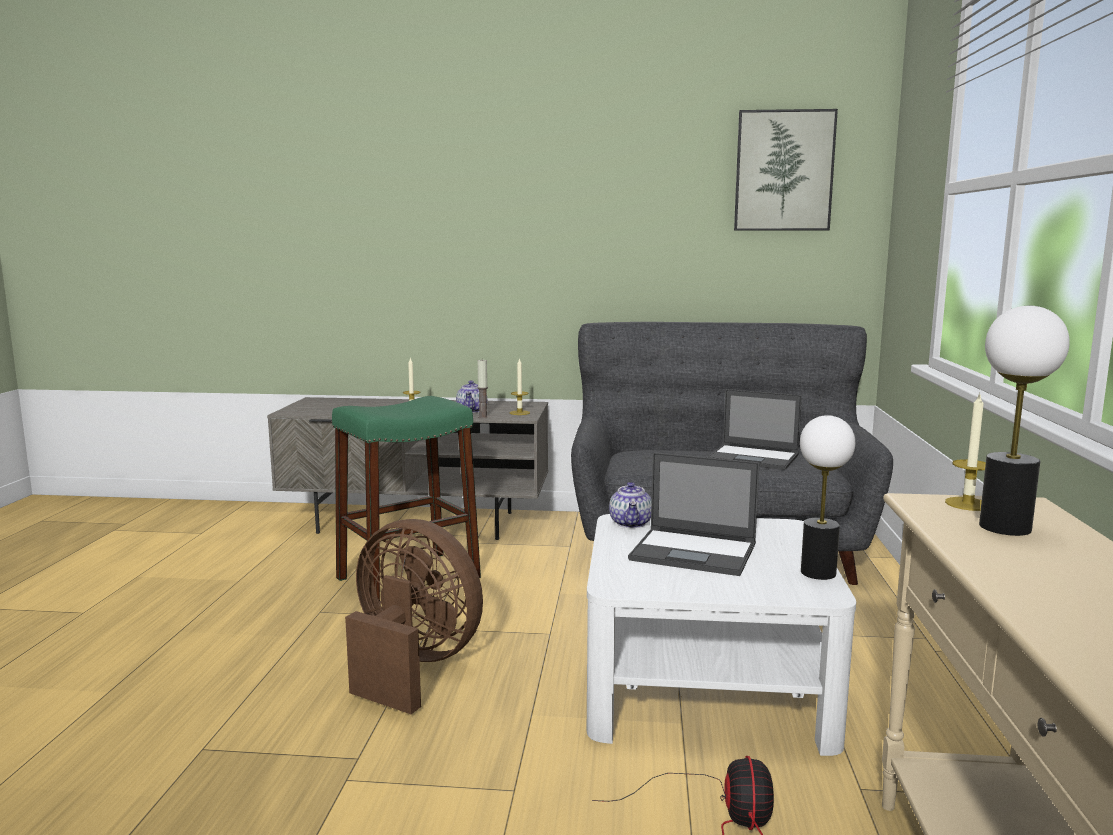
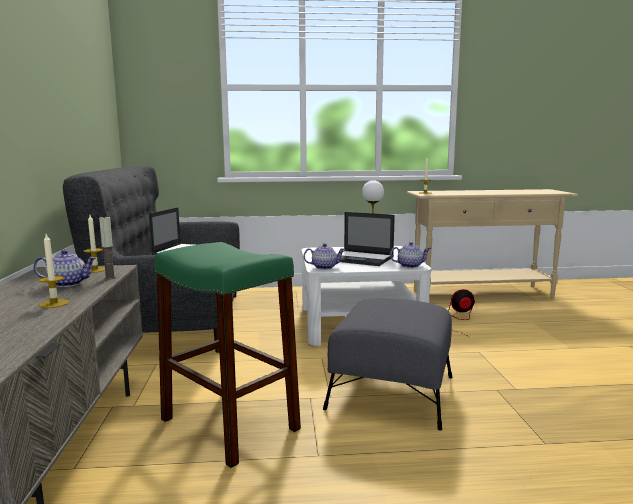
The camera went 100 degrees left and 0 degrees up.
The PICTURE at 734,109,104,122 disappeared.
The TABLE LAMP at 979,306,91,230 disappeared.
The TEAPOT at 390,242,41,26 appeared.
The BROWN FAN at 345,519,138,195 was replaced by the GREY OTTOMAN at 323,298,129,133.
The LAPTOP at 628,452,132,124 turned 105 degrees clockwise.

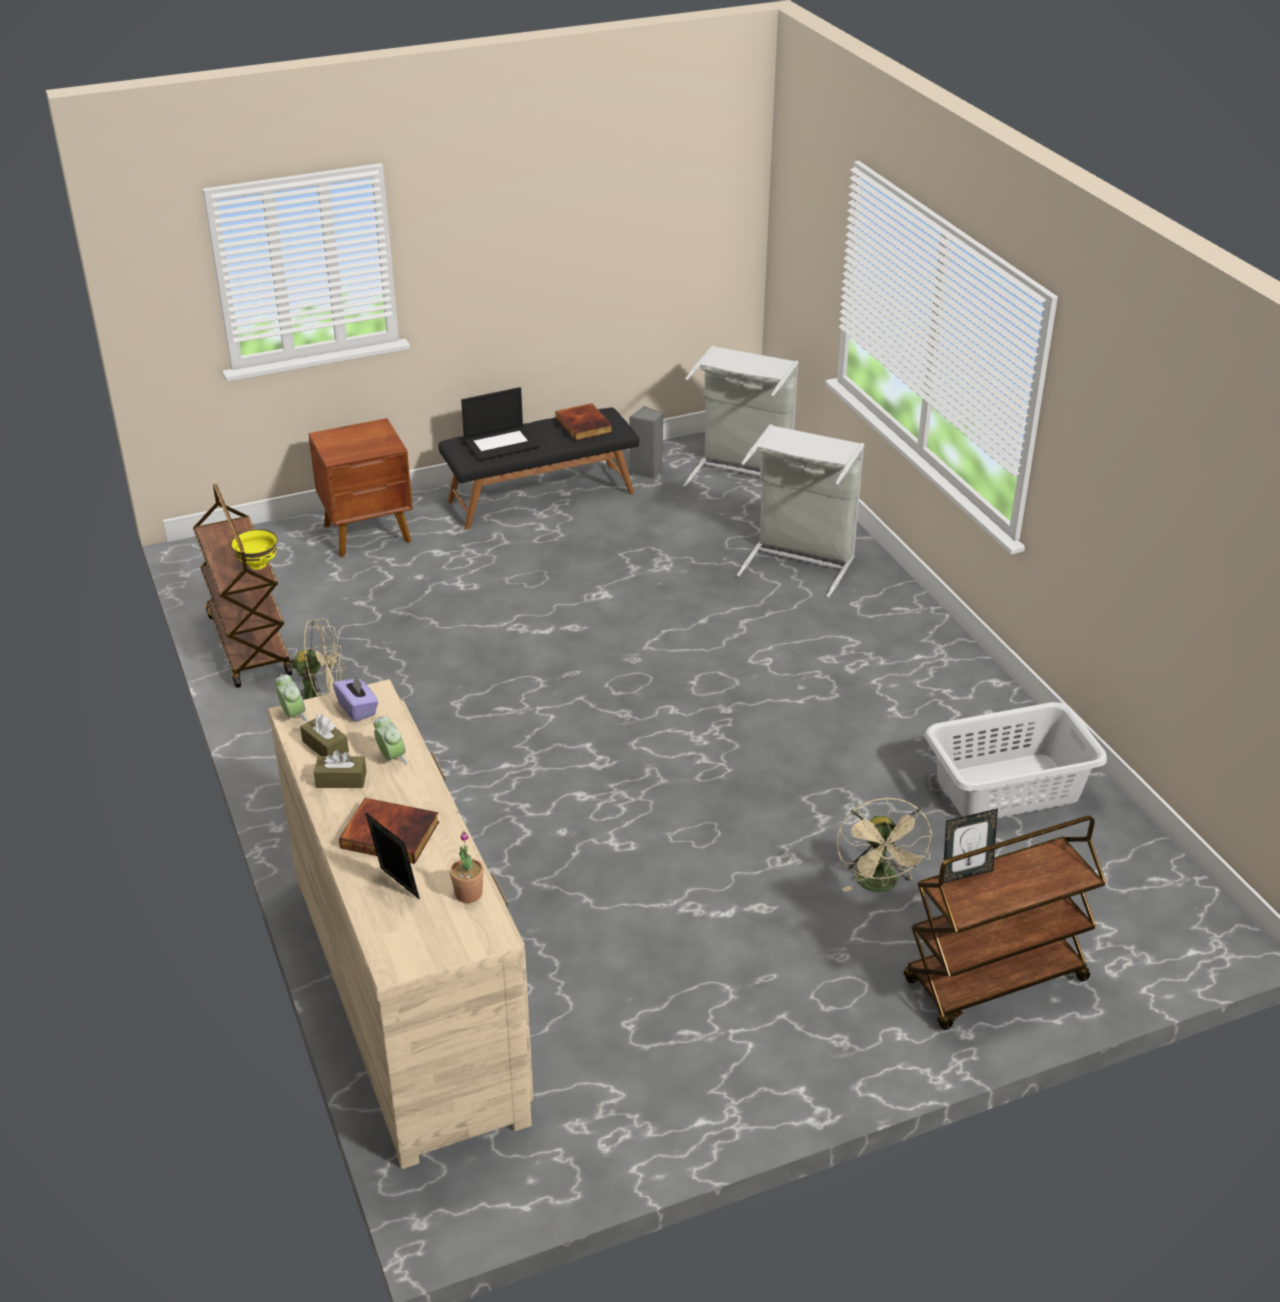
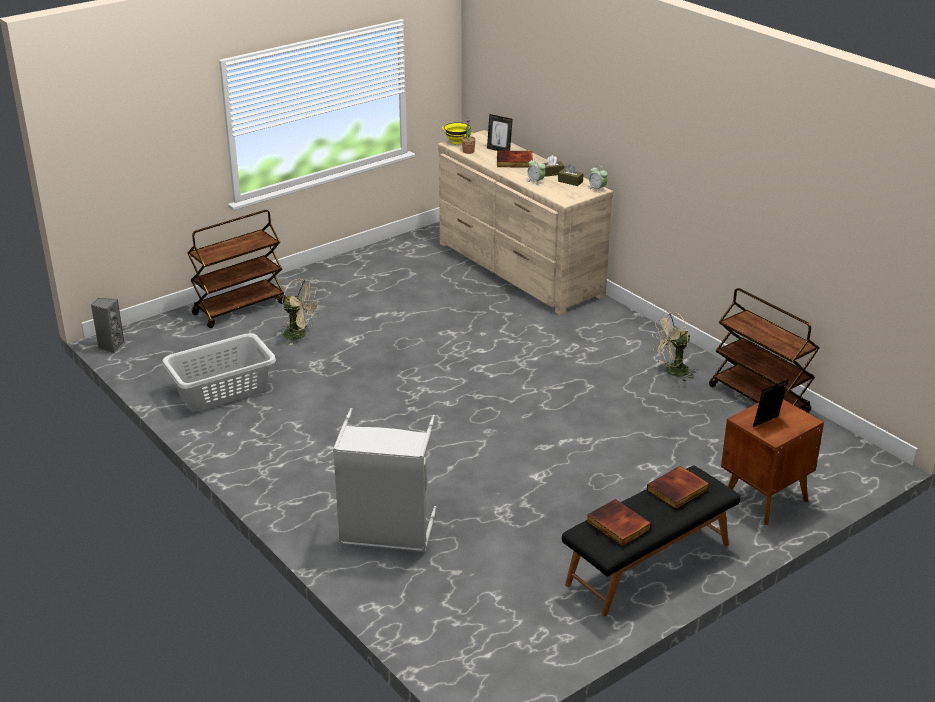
The camera went 165 degrees right and 5 degrees down.
The PURPLE TISSUE BOX at 333,674,46,48 disappeared.
The GREY LAUNDRY BASKET at 683,345,116,142 disappeared.
The YELLOW BOWL moved from 231,529,46,41 to 442,122,31,22.
The GREY SPEAKER moved from 629,406,34,73 to 91,298,34,55.
The PICTURE FRAME moved from 943,808,55,75 to 753,379,36,48.
The LAPTOP at 461,387,78,74 was replaced by the BOOK at 647,466,62,43.
The BEIGE FAN at 836,798,97,94 turned 135 degrees clockwise.

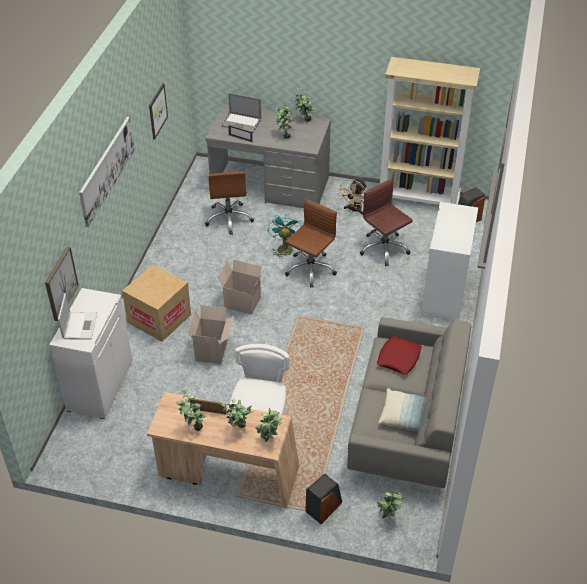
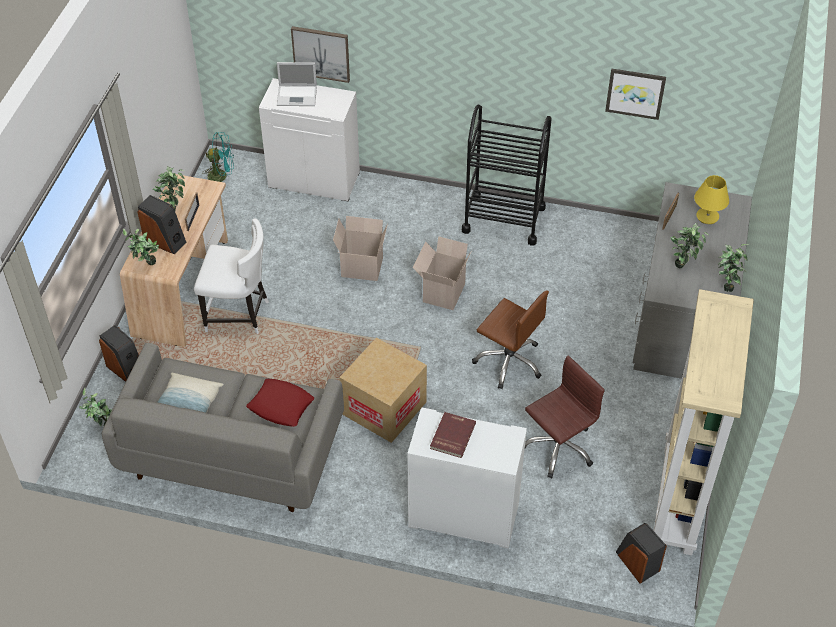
The camera went 90 degrees right and 5 degrees up.
The PICTURE at 79,117,56,110 disappeared.
The BROWN OFFICE CHAIR at 205,172,49,63 disappeared.
The BEIGE FAN at 338,178,29,37 disappeared.
The RED BOOK at 430,412,46,46 appeared.
The BLACK CART at 462,105,90,141 appeared.
The CARDBOARD BOX moved from 122,265,69,77 to 339,338,88,105.
The TURQUOISE FAN moved from 268,215,34,44 to 202,132,32,50.
The POTTED PLANT at 220,398,33,30 was replaced by the SPEAKER at 138,195,49,60.
The LAPTOP at 221,93,40,40 was replaced by the YELLOW TABLE LAMP at 694,175,35,49.

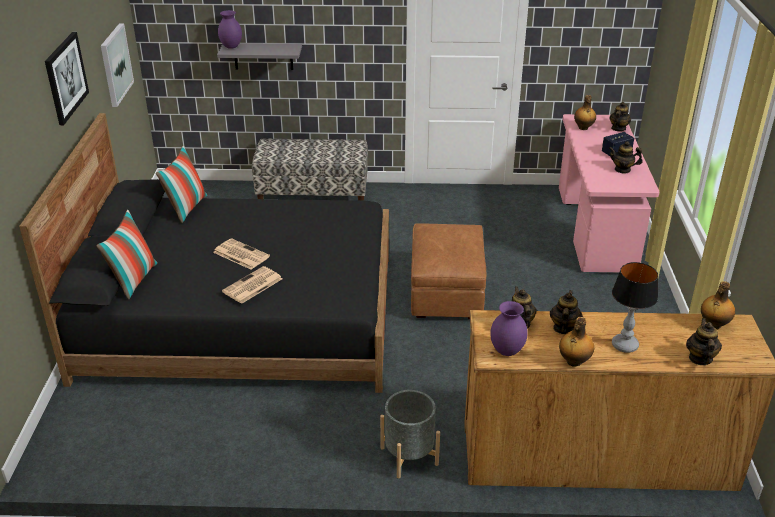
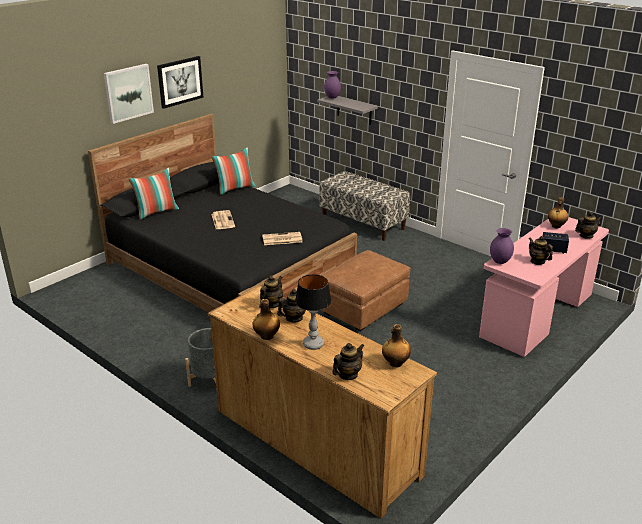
The camera went 40 degrees right and 5 degrees down.
The PICTURE moved from 101,23,33,84 to 104,64,50,60.
The NEWSPAPER moved from 222,266,60,38 to 262,232,40,13.
The PURPLE VASE moved from 490,301,38,55 to 490,228,24,36.

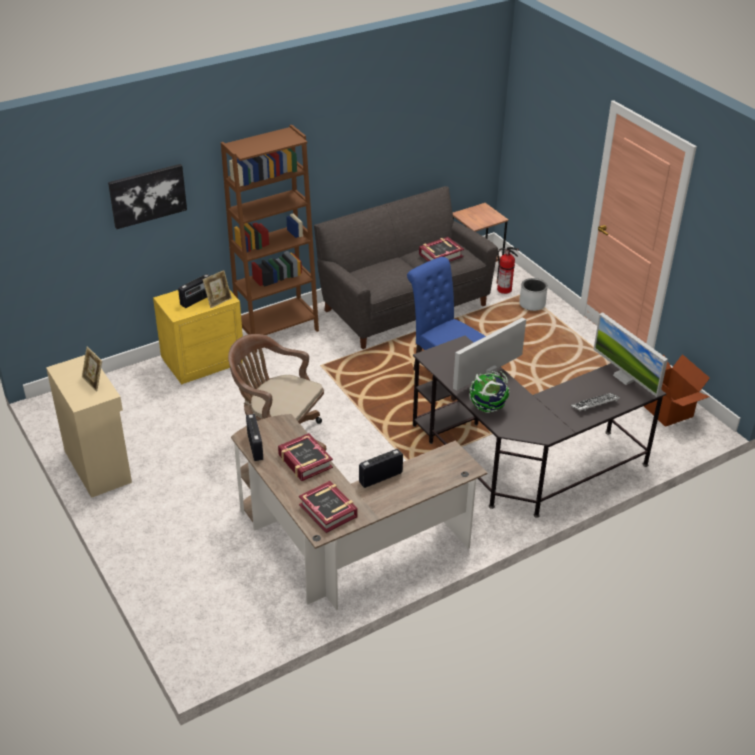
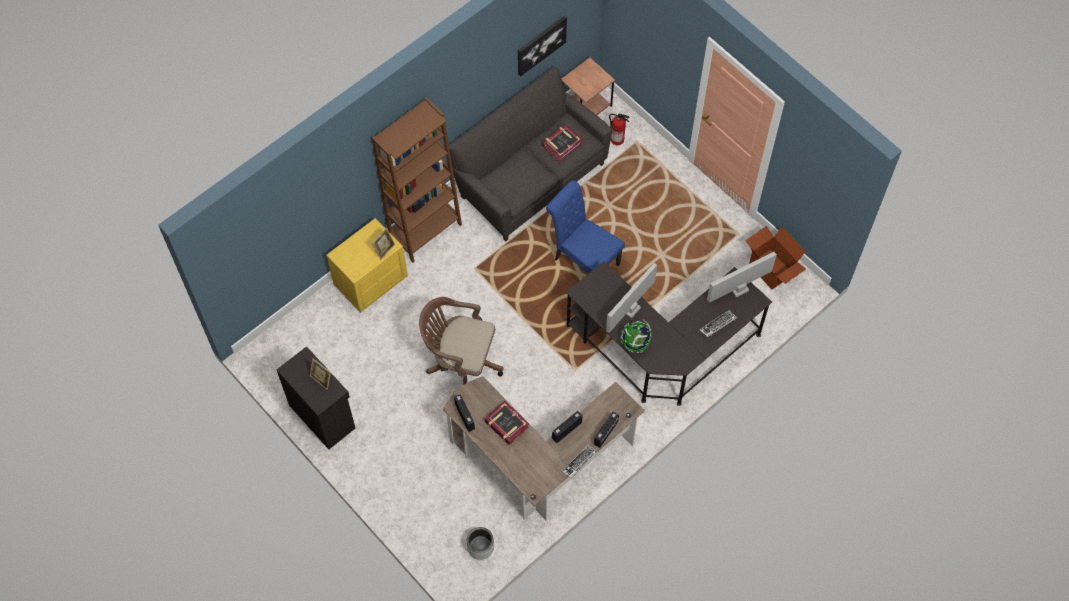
The camera went 10 degrees left and 25 degrees up.
The BOOK at 299,481,59,52 disappeared.
The KEYBOARD at 562,445,36,33 appeared.
The PICTURE moved from 108,164,79,65 to 518,16,49,60.
The RADIO moved from 178,274,32,34 to 594,411,25,37.
The GREY PLANTER moved from 519,278,29,33 to 467,527,27,33.
The BEIGE CABINET at 46,355,86,143 became the BLACK CABINET at 277,346,78,103.
The MONITOR at 593,312,75,85 turned 105 degrees clockwise.

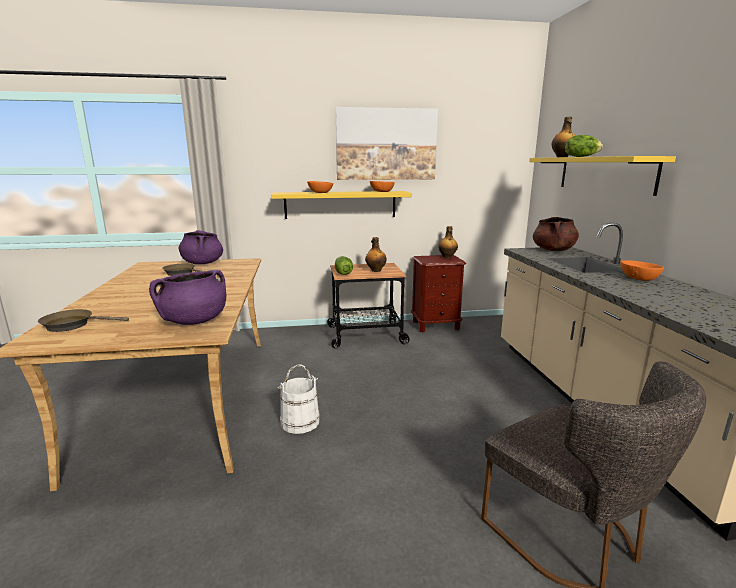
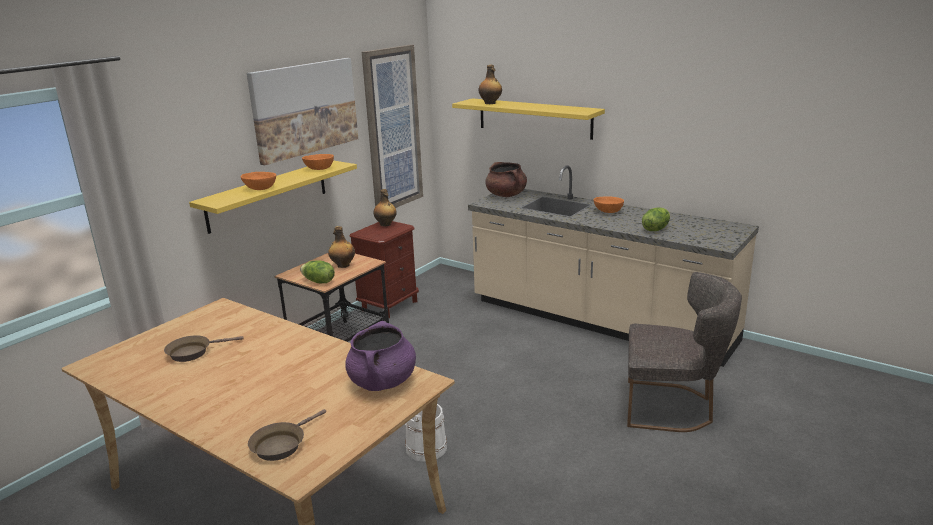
The camera went 45 degrees left and 5 degrees up.
The PURPLE COOKING POT at 178,230,45,34 disappeared.
The PICTURE at 362,45,61,163 appeared.
The LETTUCE moved from 565,135,38,22 to 642,207,28,24.

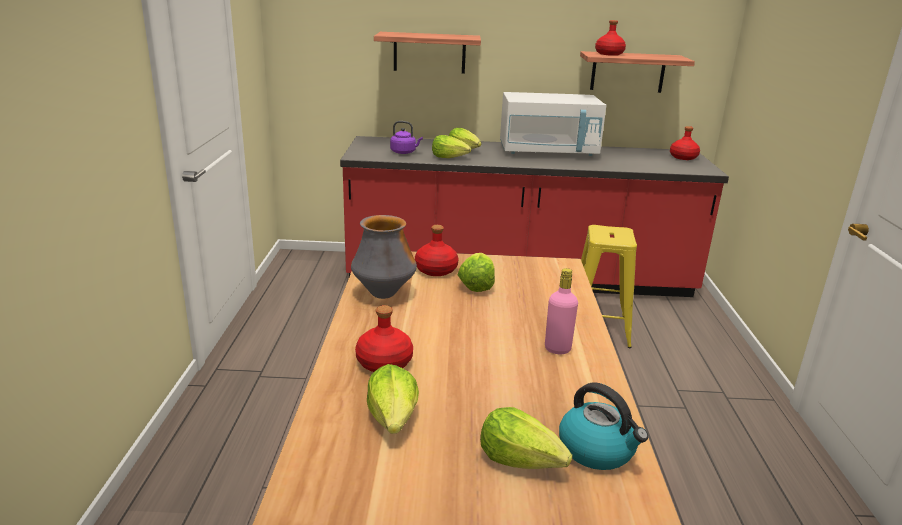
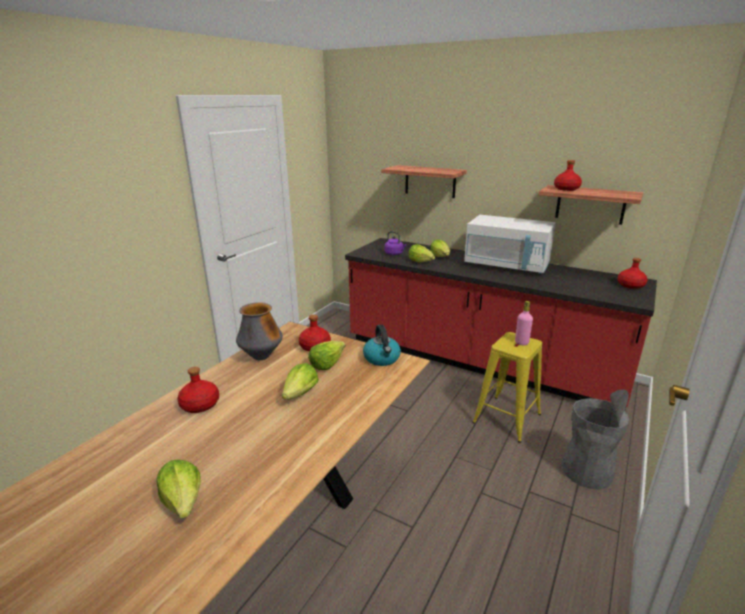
The camera went 30 degrees right and 0 degrees up.
The GREY TRASH CAN at 562,389,67,100 appeared.
The LETTUCE moved from 367,364,52,70 to 282,363,37,37.
The PINK BOTTLE moved from 545,268,33,86 to 515,301,18,44.
The KETTLE moved from 559,382,89,88 to 363,325,38,41.

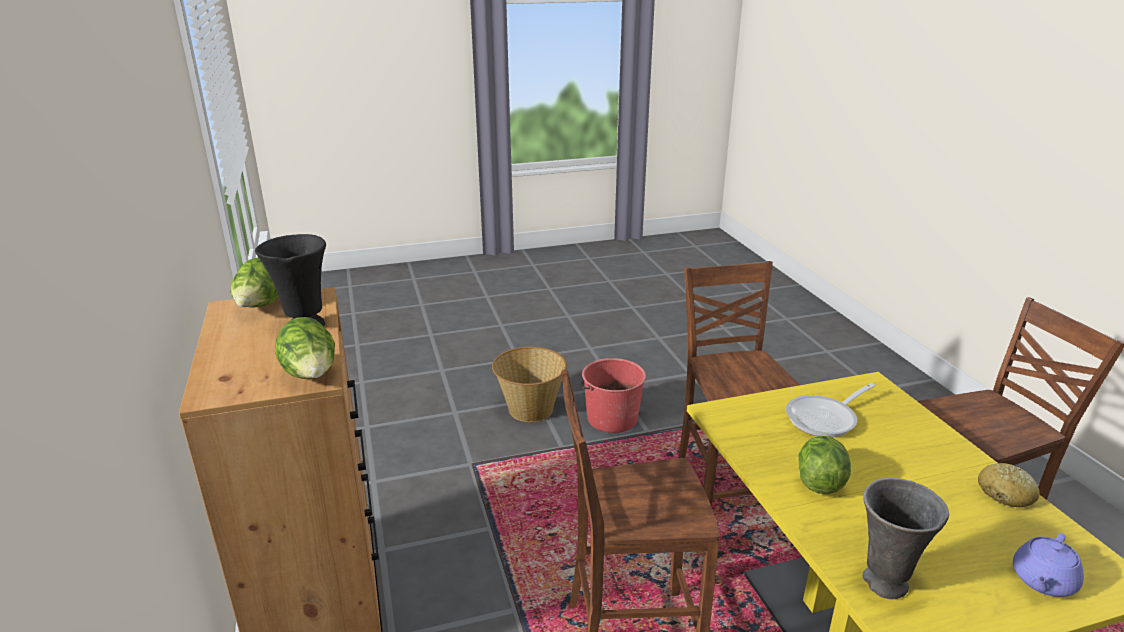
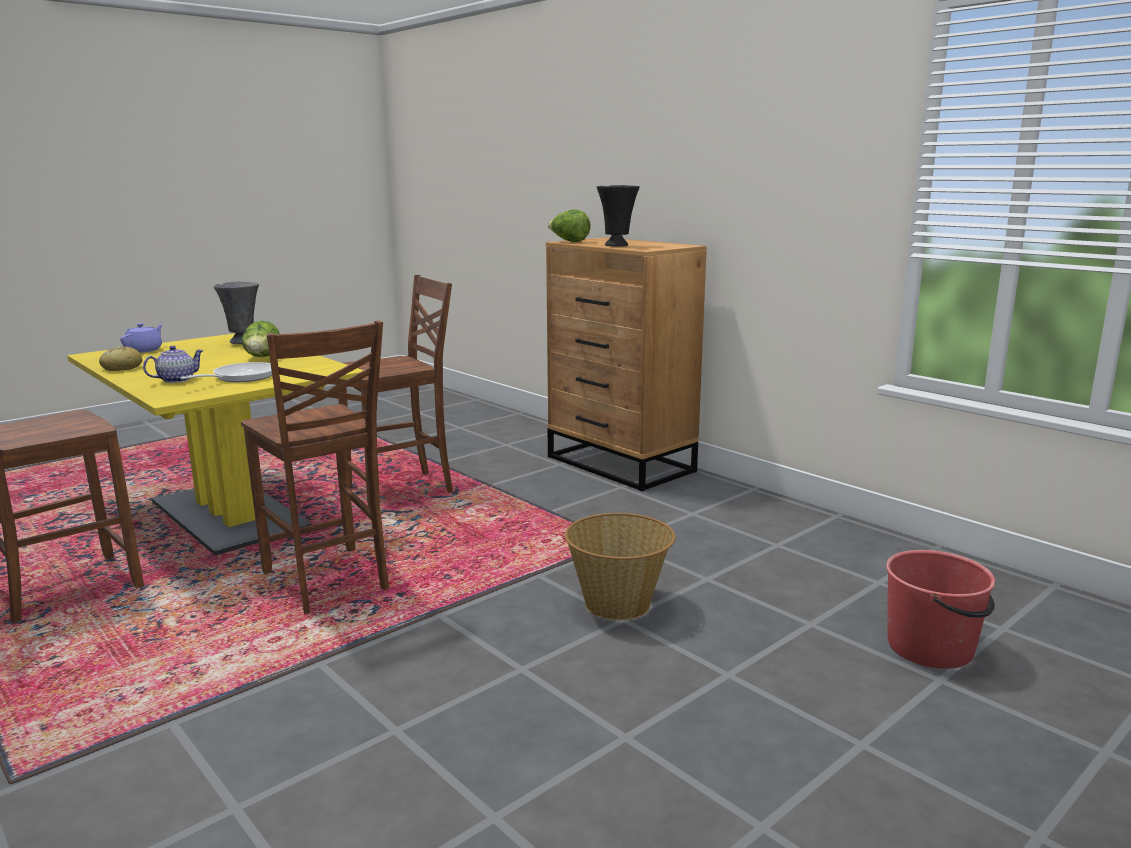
The camera went 155 degrees right and 10 degrees down.
The LETTUCE at 231,257,48,51 disappeared.
The TEAPOT at 143,346,61,37 appeared.
The RED BUCKET moved from 580,358,66,75 to 886,550,109,119.

